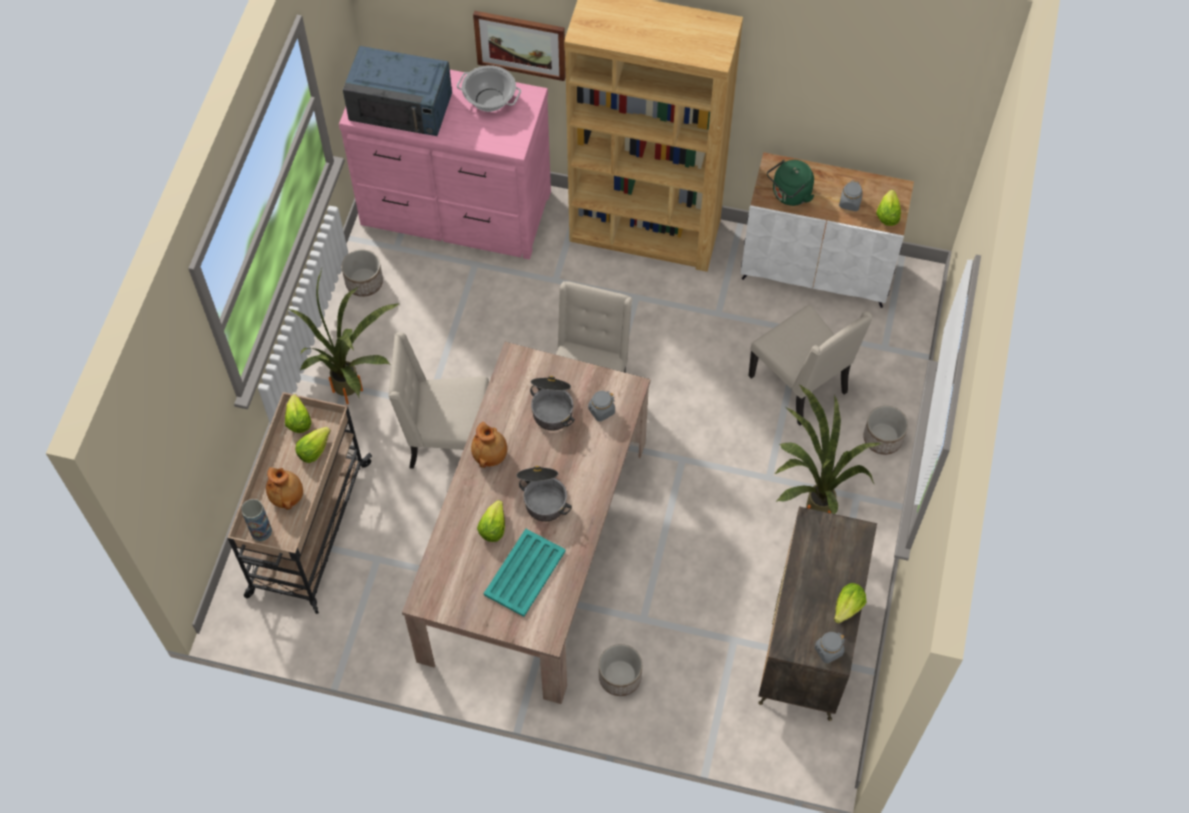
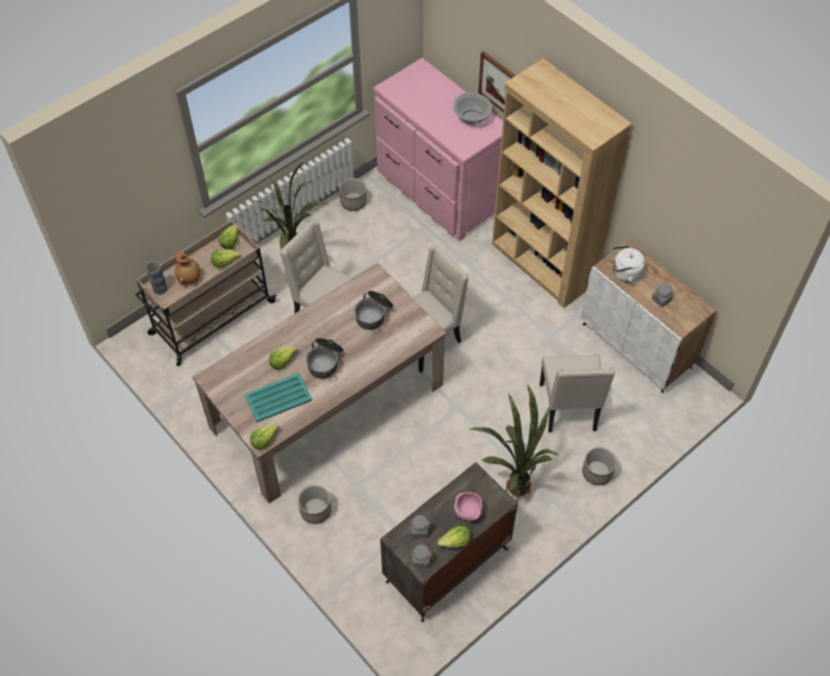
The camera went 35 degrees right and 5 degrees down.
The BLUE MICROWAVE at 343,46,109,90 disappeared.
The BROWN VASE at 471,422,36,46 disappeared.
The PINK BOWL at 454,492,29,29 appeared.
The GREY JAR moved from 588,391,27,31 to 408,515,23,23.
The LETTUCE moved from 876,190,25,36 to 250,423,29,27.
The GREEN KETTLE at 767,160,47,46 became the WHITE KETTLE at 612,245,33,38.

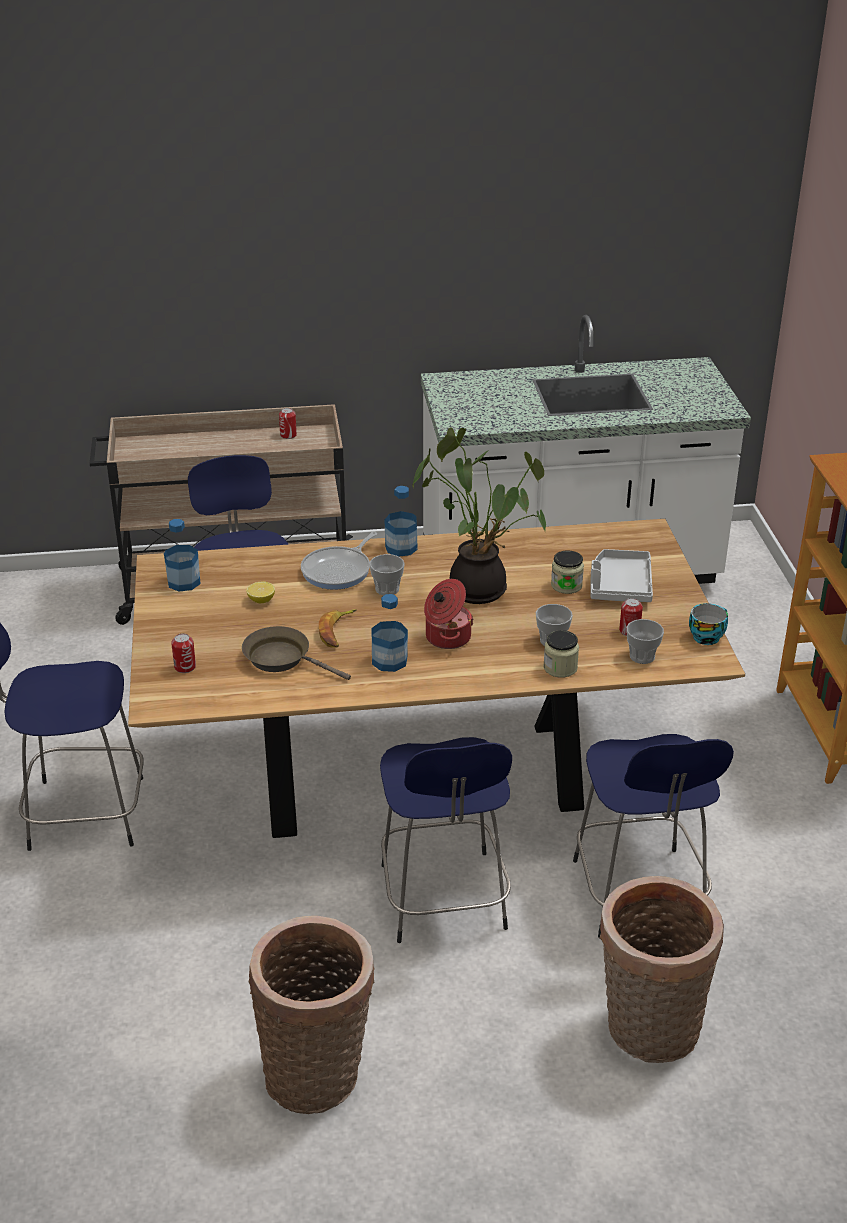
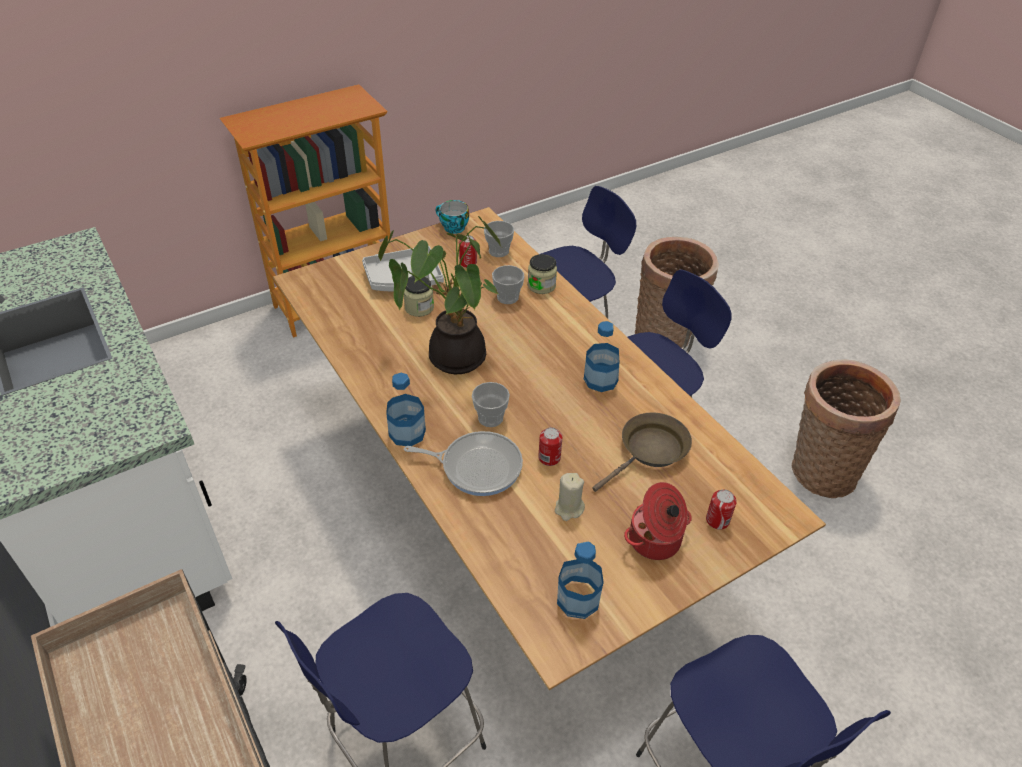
The camera went 115 degrees left and 10 degrees up.
The BANANA at 319,609,38,39 disappeared.
The CAN moved from 279,408,18,31 to 538,427,24,39.
The COOKING POT moved from 424,579,49,70 to 624,482,68,78.
The LEMON at 246,581,29,22 was replaced by the BEIGE CANDLE at 555,473,30,48.
The BROWN FRYING PAN at 242,626,109,54 turned 135 degrees counterclockwise.

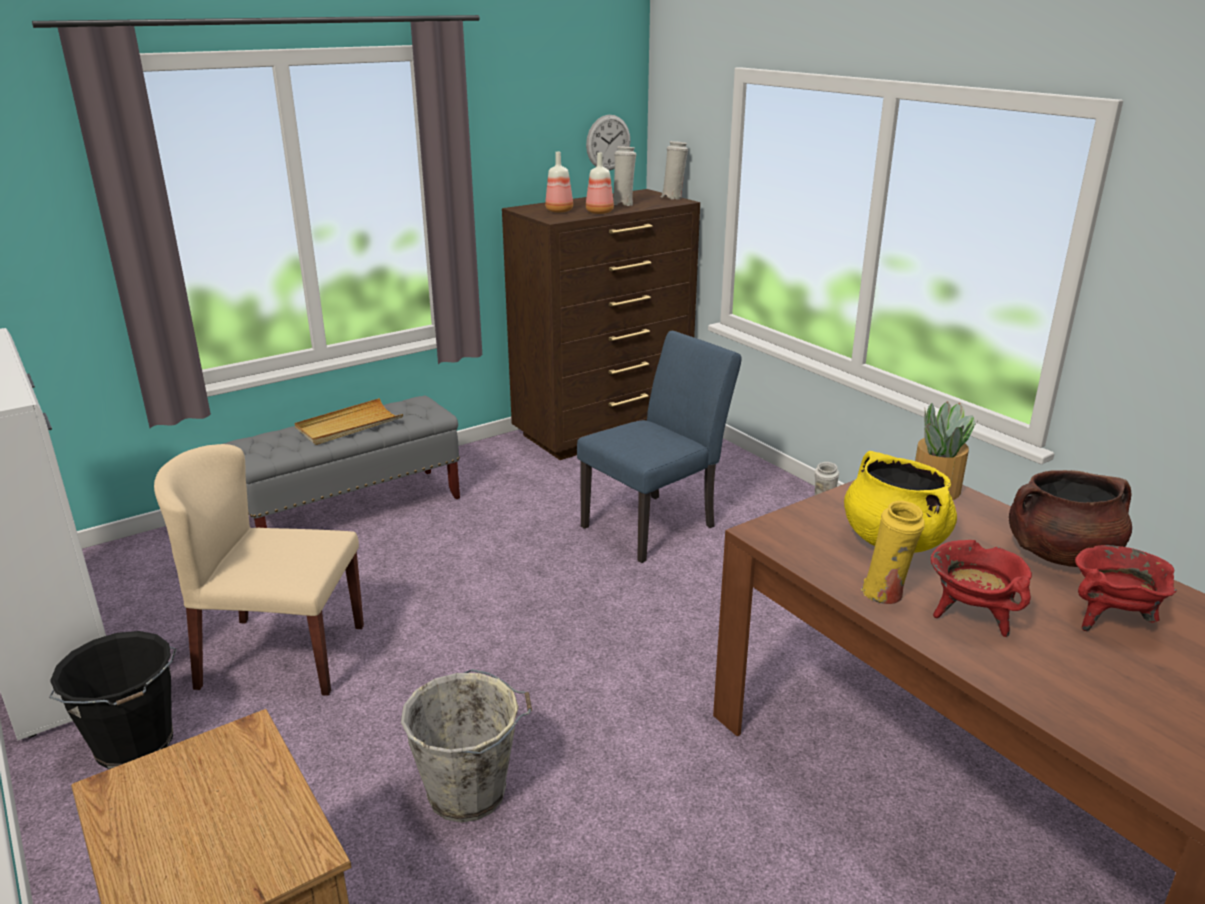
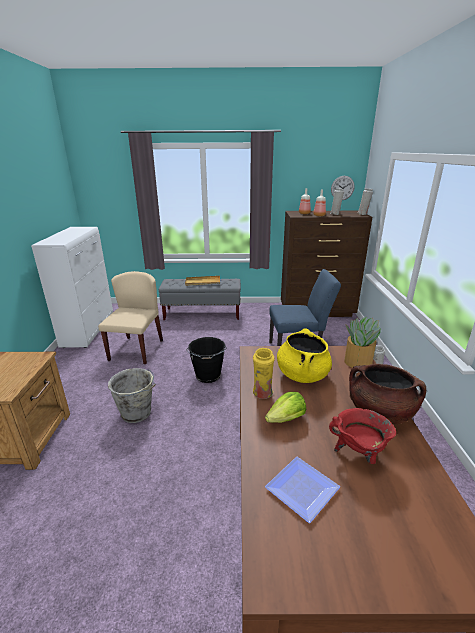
The camera went 35 degrees right and 0 degrees up.
The PLATE at 265,457,75,66 appeared.
The BLACK BUCKET moved from 49,631,128,138 to 186,337,41,46.
The RED COOKING POT at 931,540,101,97 was replaced by the LETTUCE at 265,392,41,31.
The BEIGE CHAIR at 154,444,210,252 turned 60 degrees clockwise.

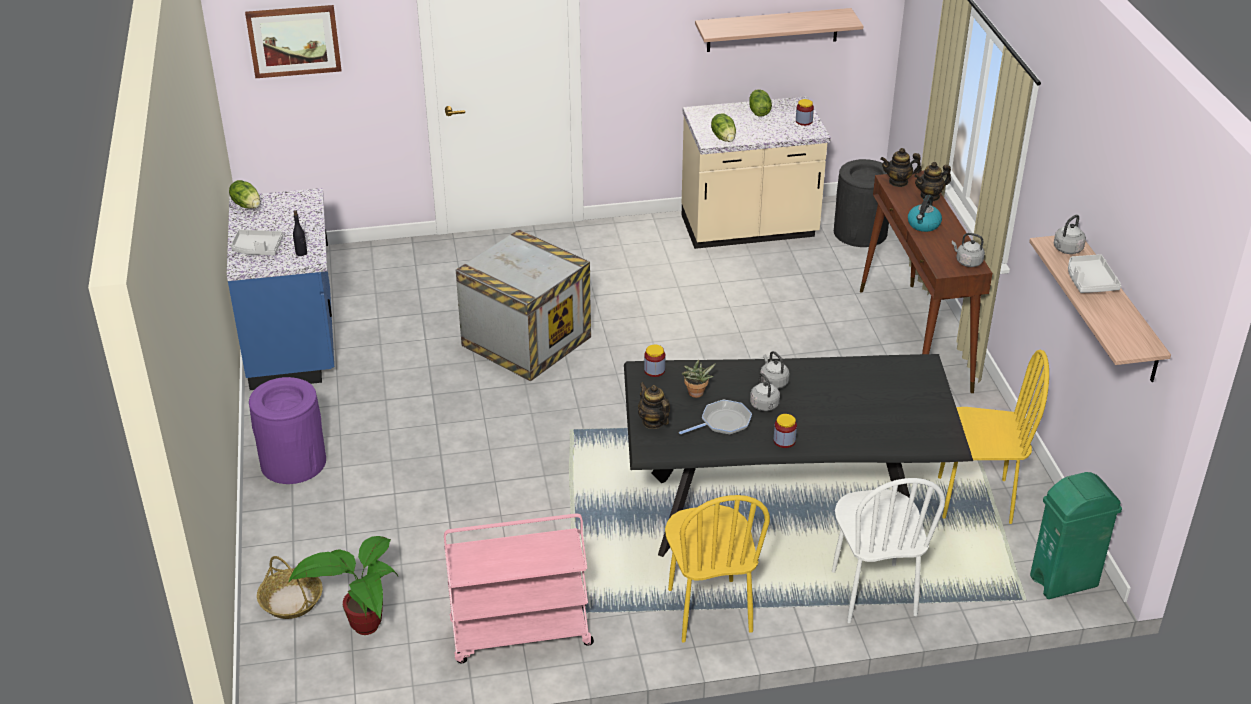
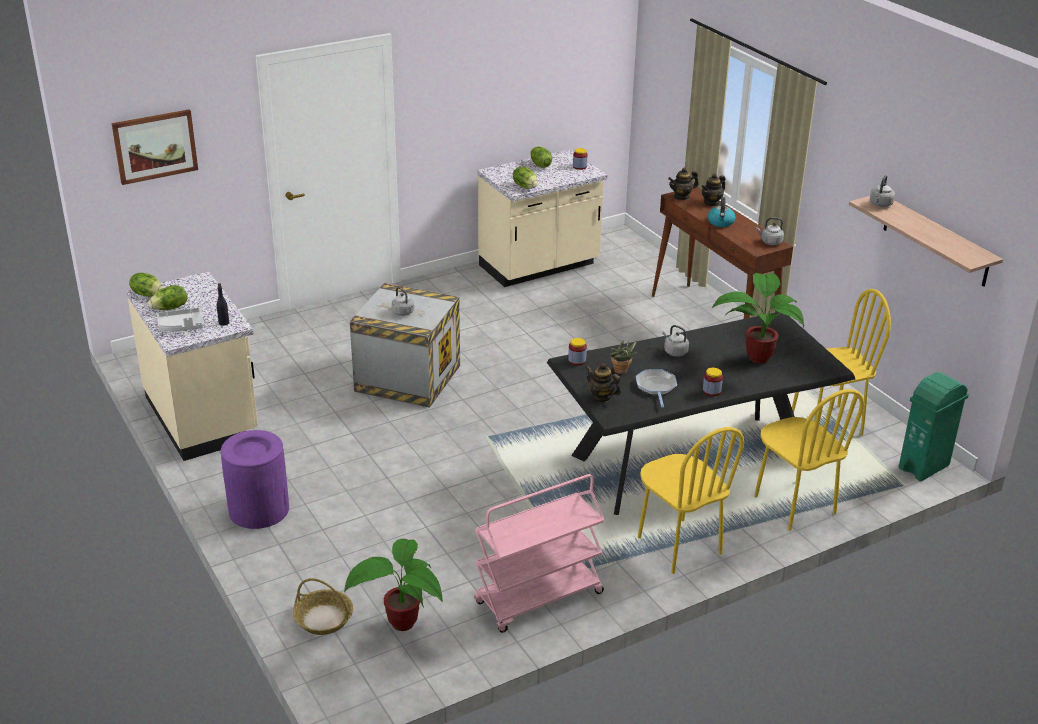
The camera went 20 degrees left and 5 degrees down.
The SHELF at 695,8,169,44 disappeared.
The BLACK TRASH CAN at 834,159,55,88 disappeared.
The GREY TRAY at 1068,254,53,39 disappeared.
The LETTUCE at 148,285,39,25 appeared.
The POTTED PLANT at 712,273,92,91 appeared.
The GREY KETTLE moved from 750,373,30,38 to 392,287,22,29.
The BLUE COUNTER at 227,188,107,202 became the BEIGE COUNTER at 127,271,131,190.
The WHITE CHAIR at 832,478,113,145 became the YELLOW CHAIR at 754,389,110,142.
The FRYING PAN at 679,399,73,36 turned 45 degrees counterclockwise.

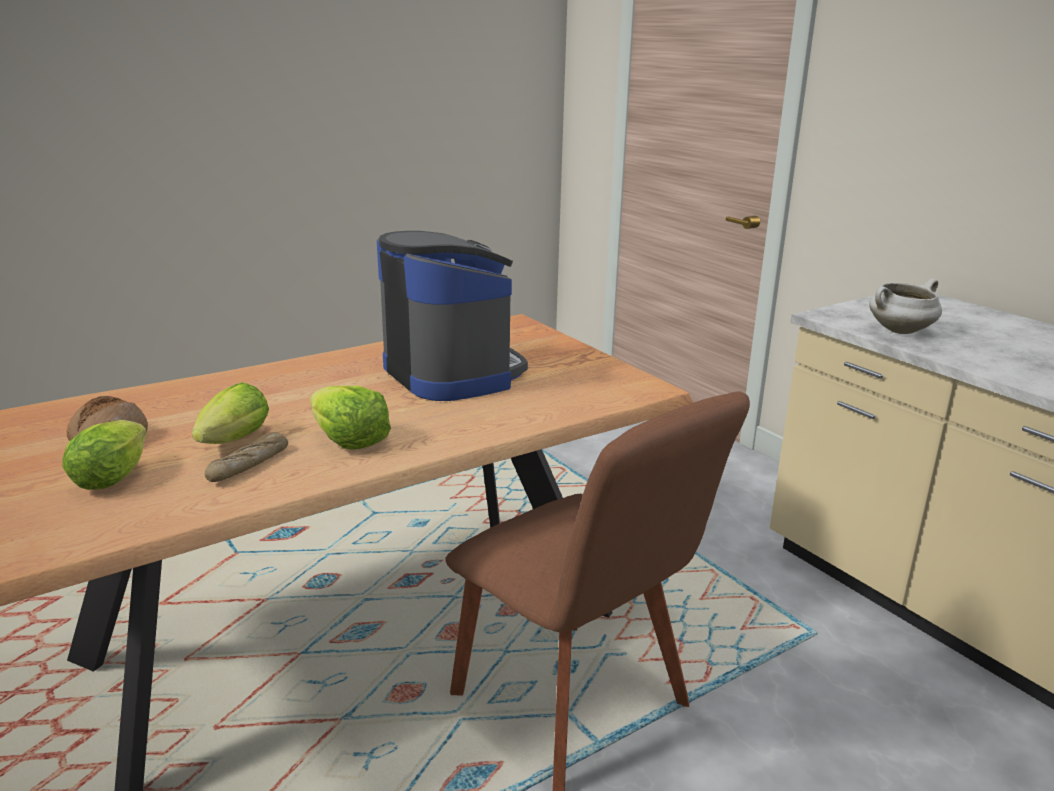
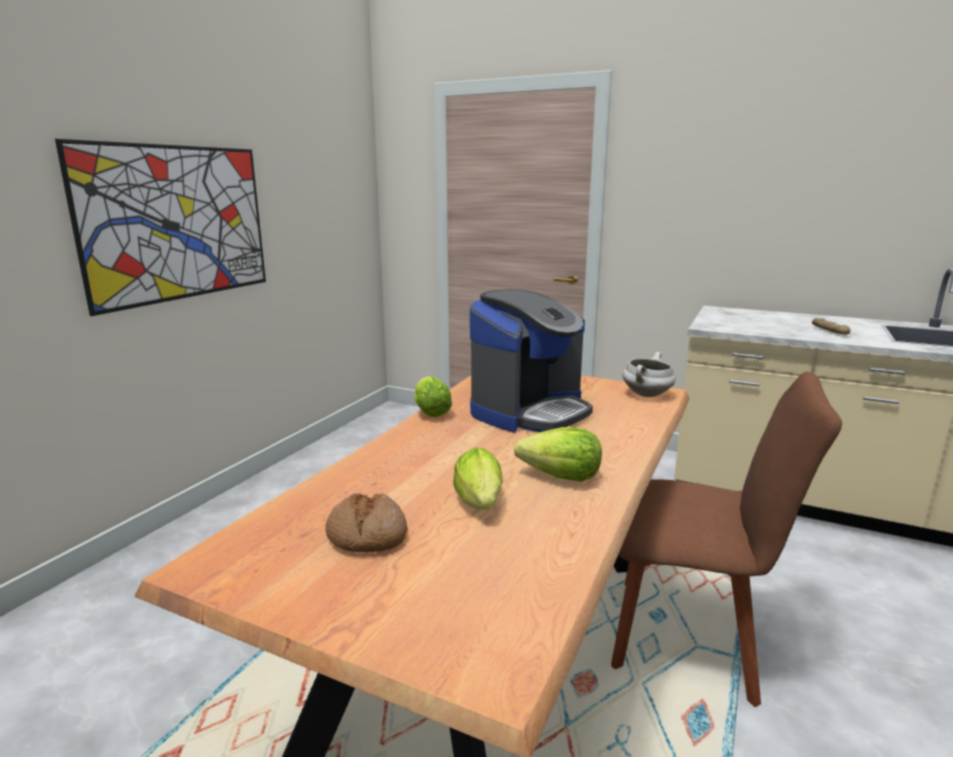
The camera went 30 degrees left and 5 degrees down.
The PICTURE at 55,139,211,177 appeared.
The LETTUCE moved from 62,420,85,70 to 414,376,38,41.
The BREAD moved from 205,432,83,50 to 812,318,39,17.
The WHITE COOKING POT moved from 869,279,73,55 to 622,352,54,45.
The COFFEE MACHINE at 377,231,151,170 turned 105 degrees clockwise.

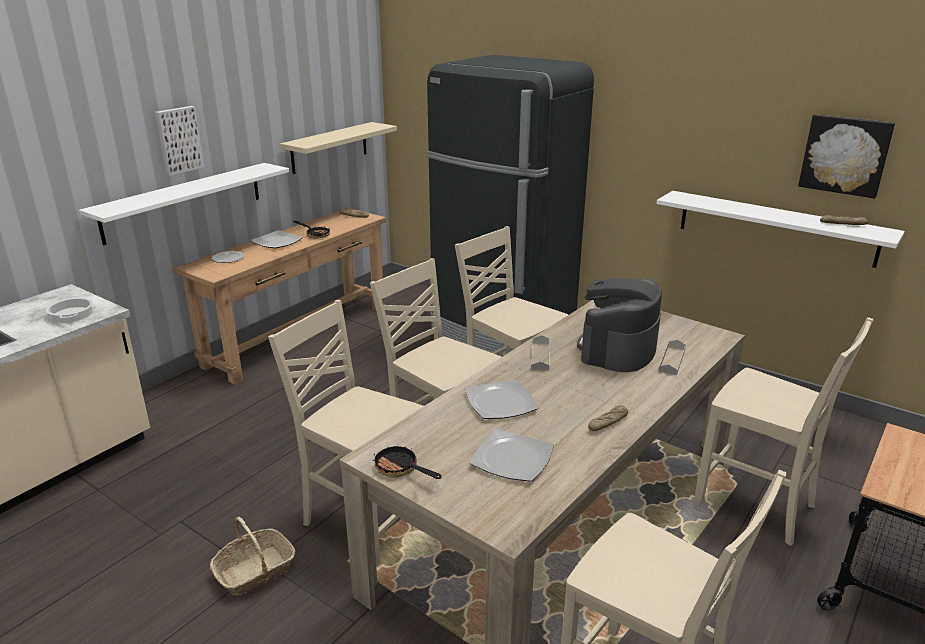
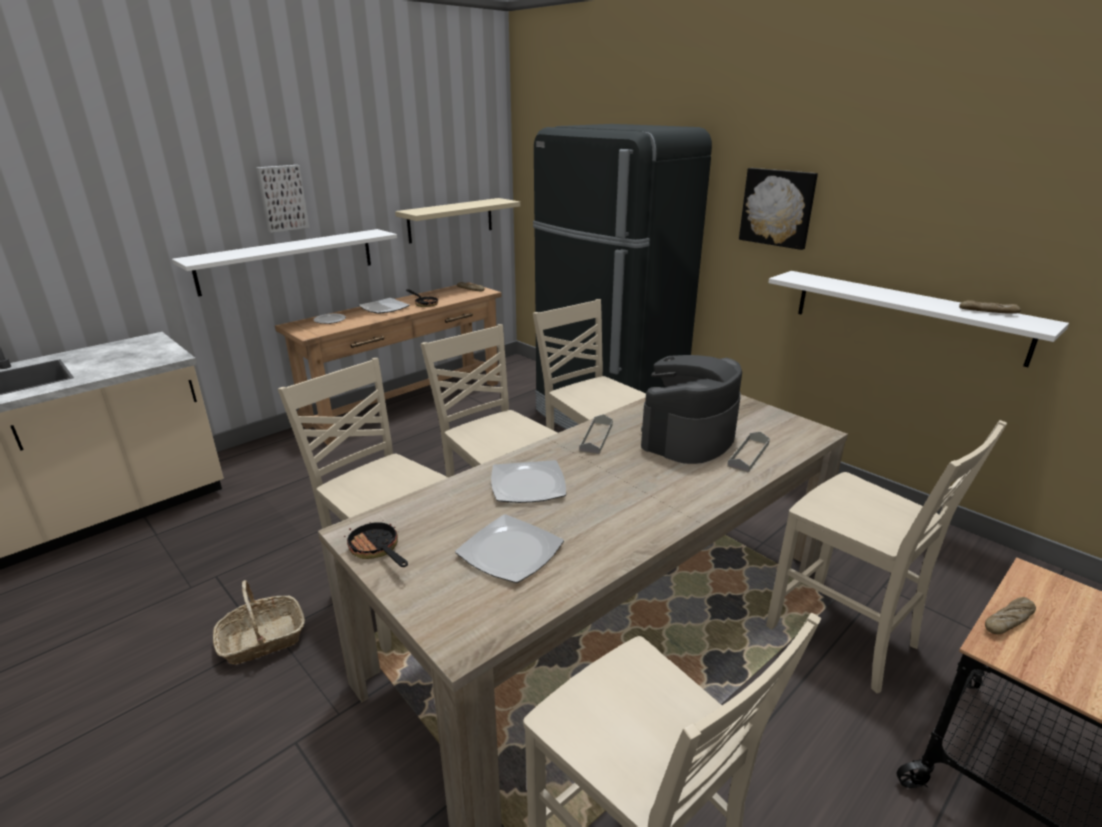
The camera went 10 degrees right and 0 degrees up.
The COOKING POT at 46,296,47,27 disappeared.
The BREAD moved from 588,405,40,26 to 985,597,51,37.
The PICTURE moved from 798,114,97,84 to 739,168,79,82.

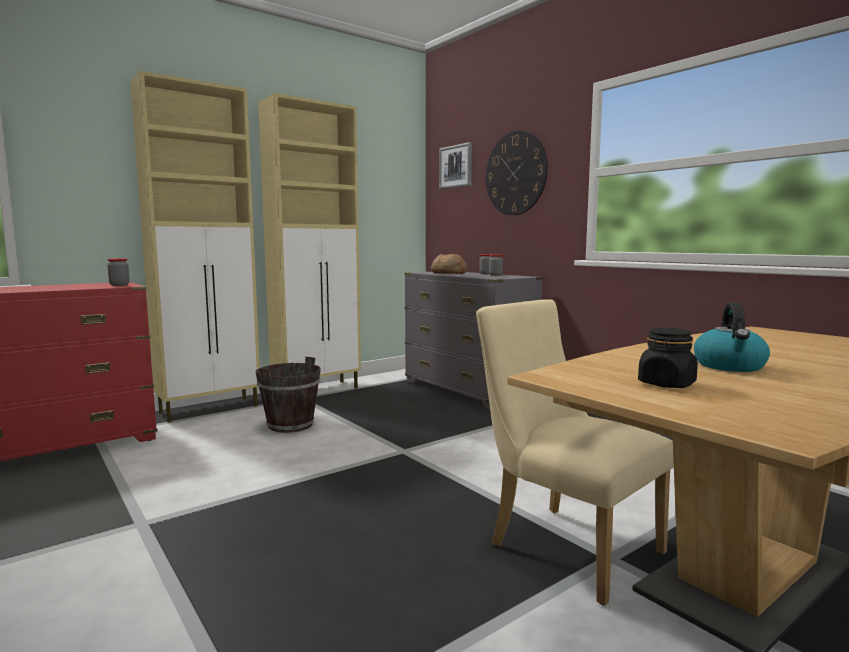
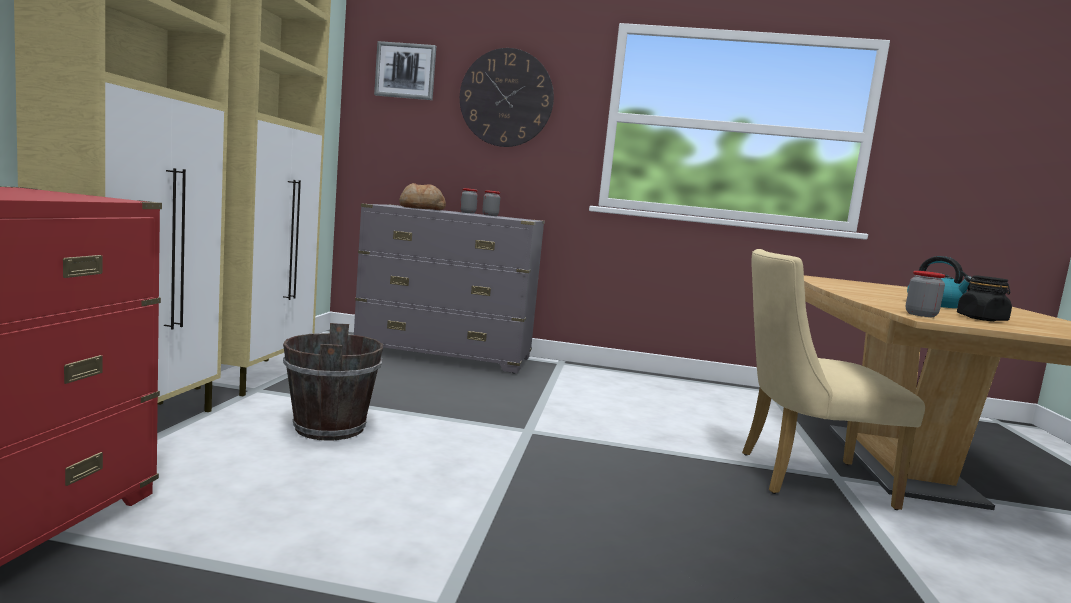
The camera went 45 degrees left and 0 degrees up.
The JAR moved from 107,258,23,28 to 906,271,40,46.

